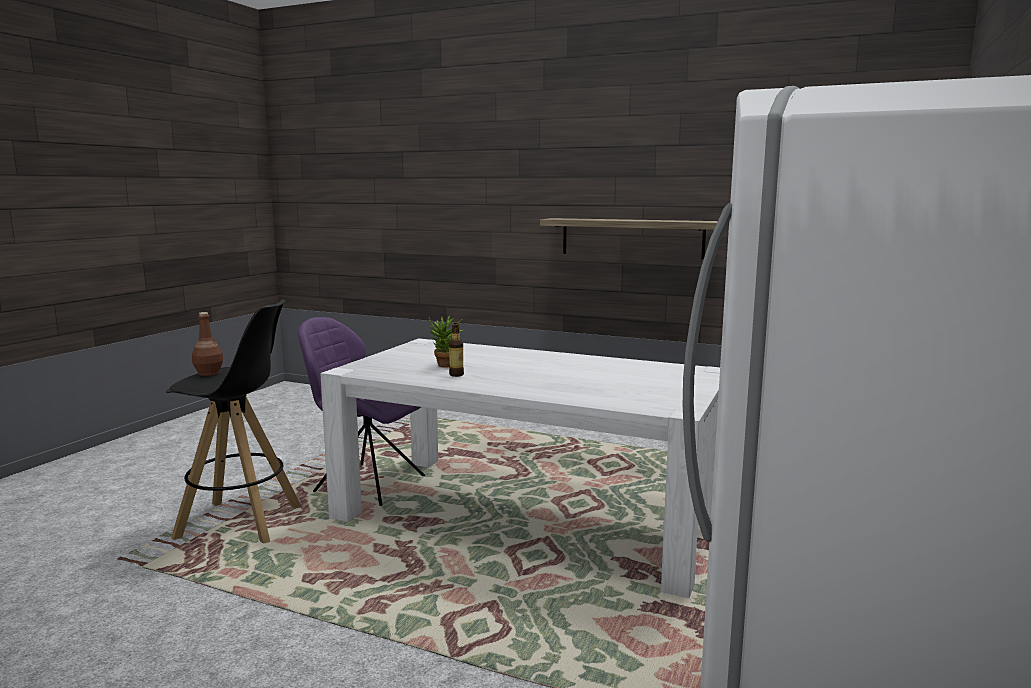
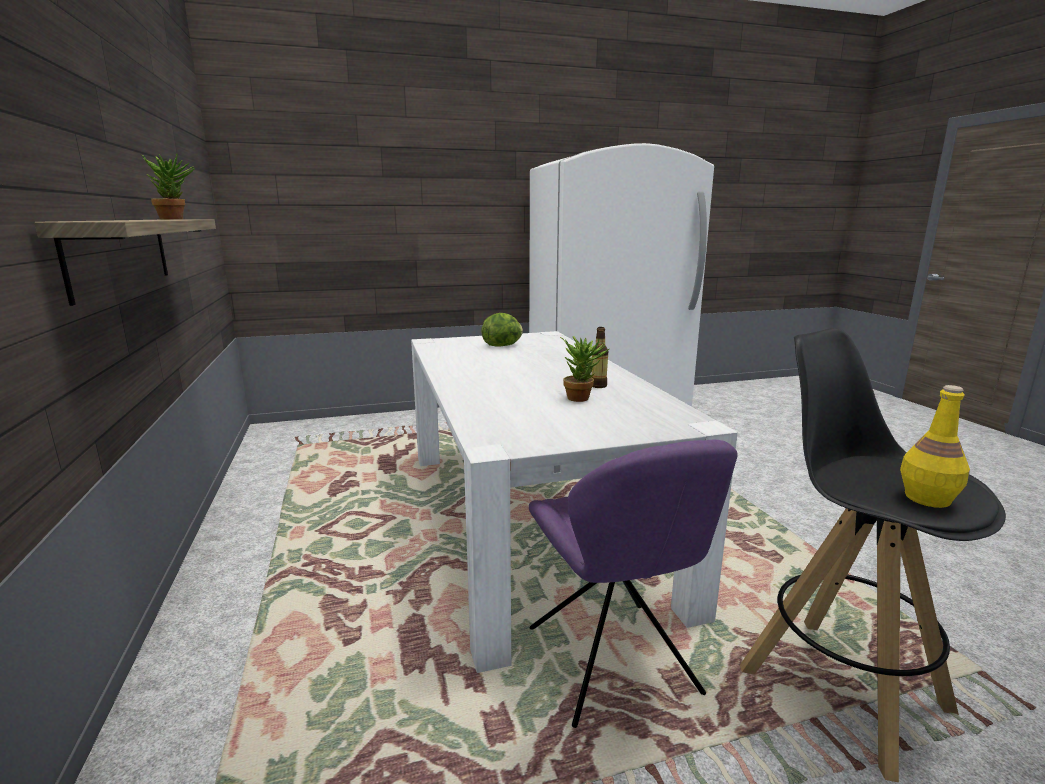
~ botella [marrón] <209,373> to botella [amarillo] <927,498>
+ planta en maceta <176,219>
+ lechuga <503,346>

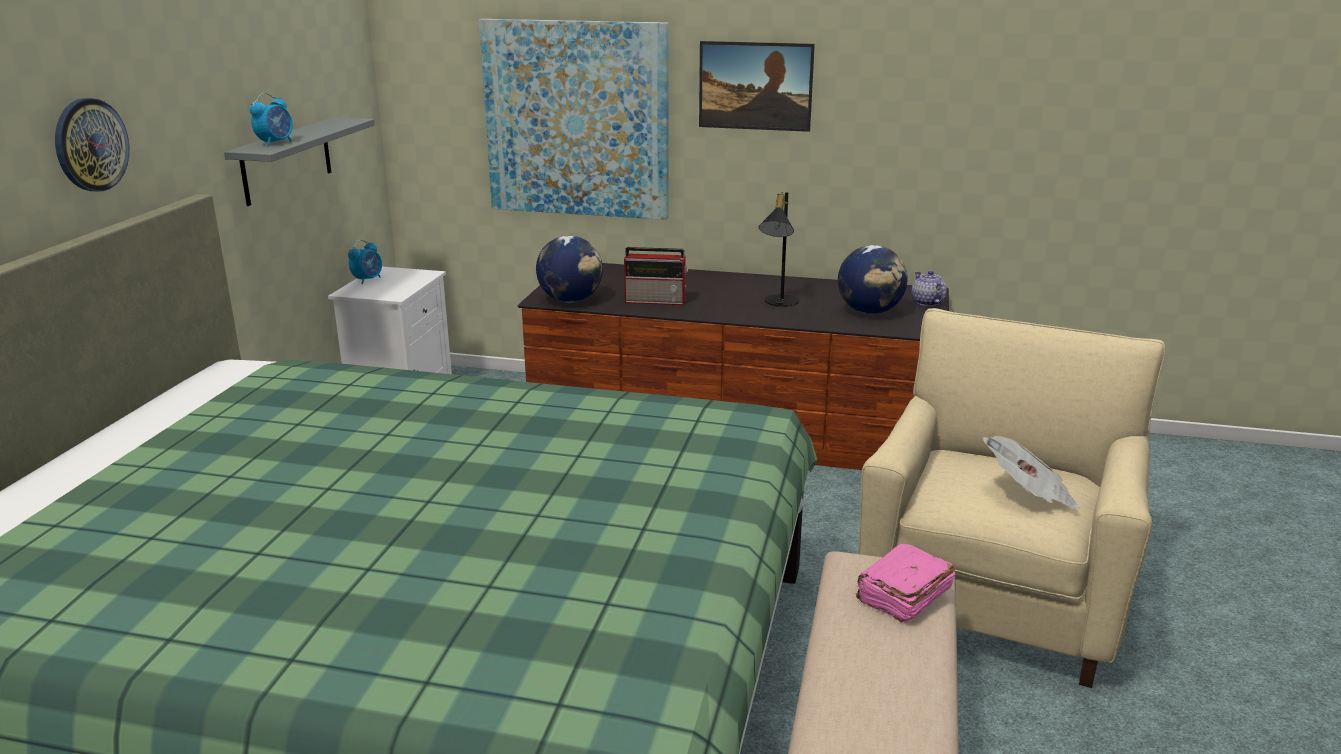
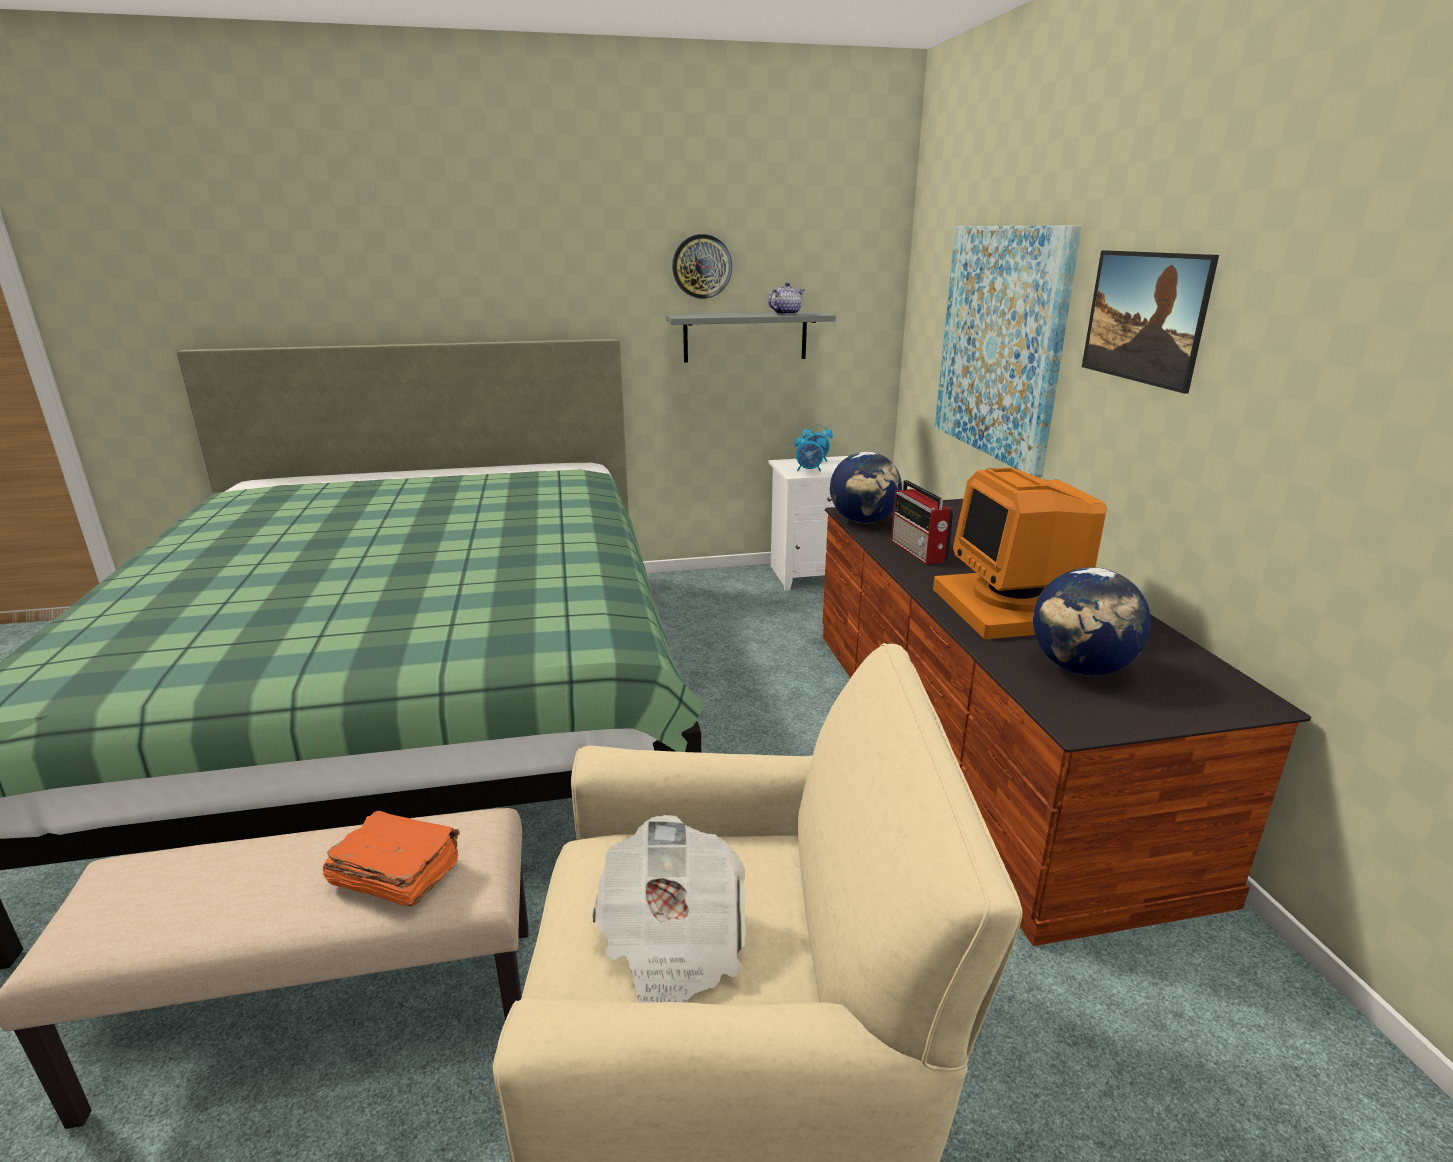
~ despertador <275,143> to <809,470>
~ reloj de pared <90,145> to <701,266>
~ lámpara de mesa [negro] <778,302> to monitor <1015,607>
~ tetera <927,302> to <786,313>
~ libro [rosa] <902,596> to libro [naranja] <396,874>

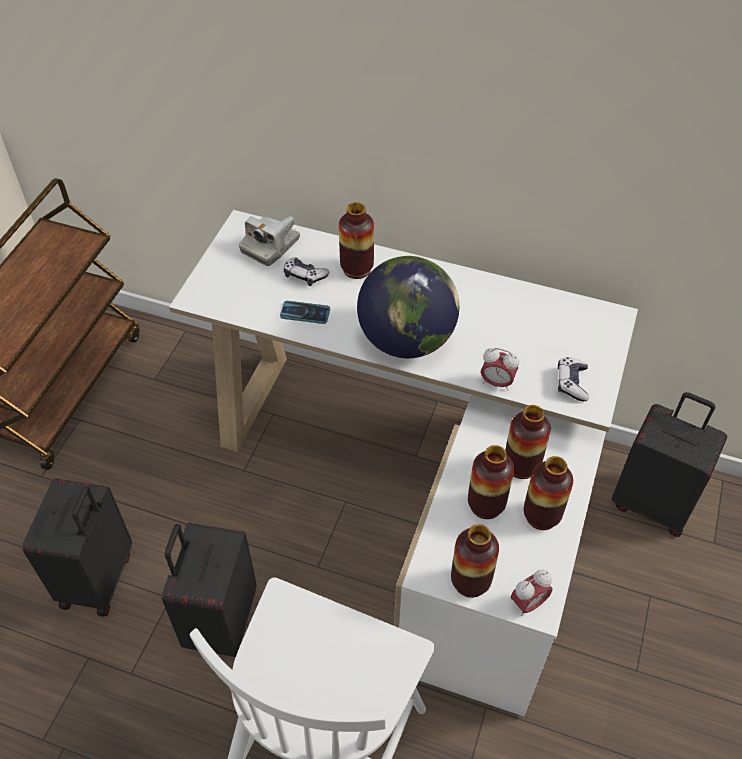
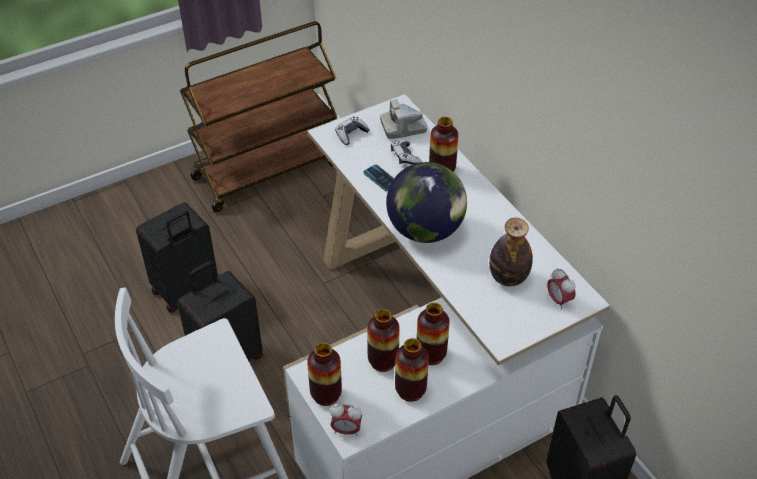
~ despertador <496,382> to <558,300>
~ mando de consola <571,383> to <351,134>
+ botella <508,278>

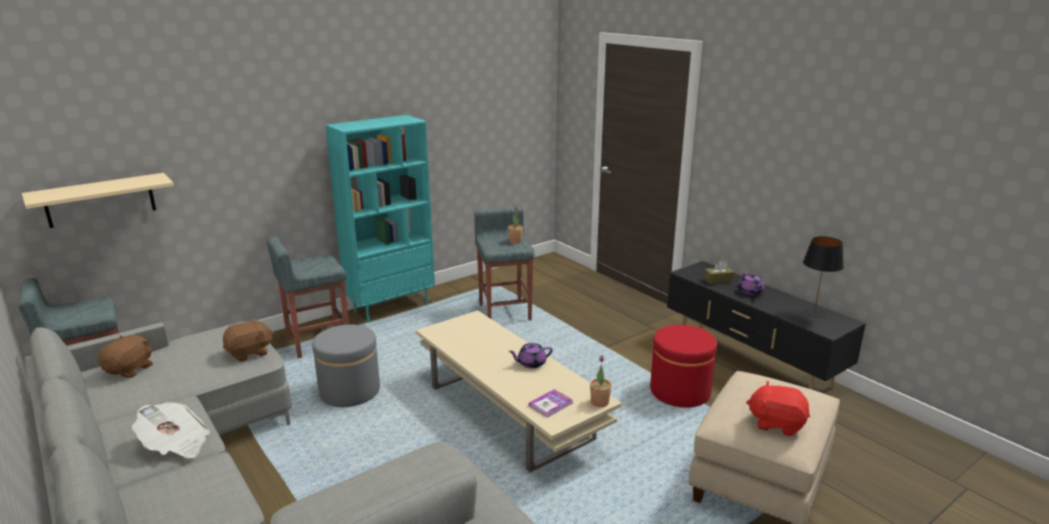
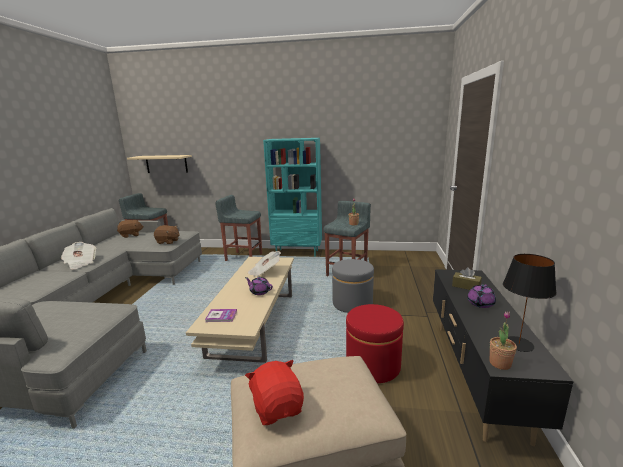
~ puf [gris] <350,391> to <352,303>
~ planta en maceta <599,402> to <500,363>
+ periódico <264,272>

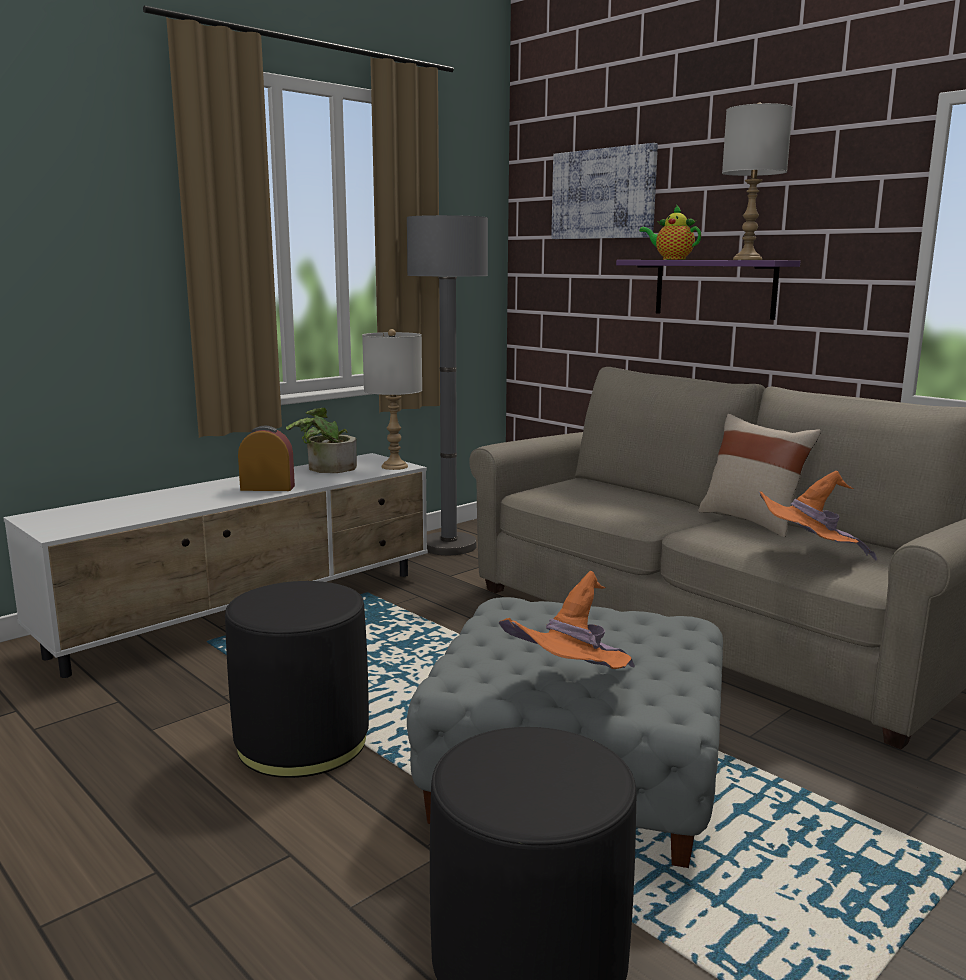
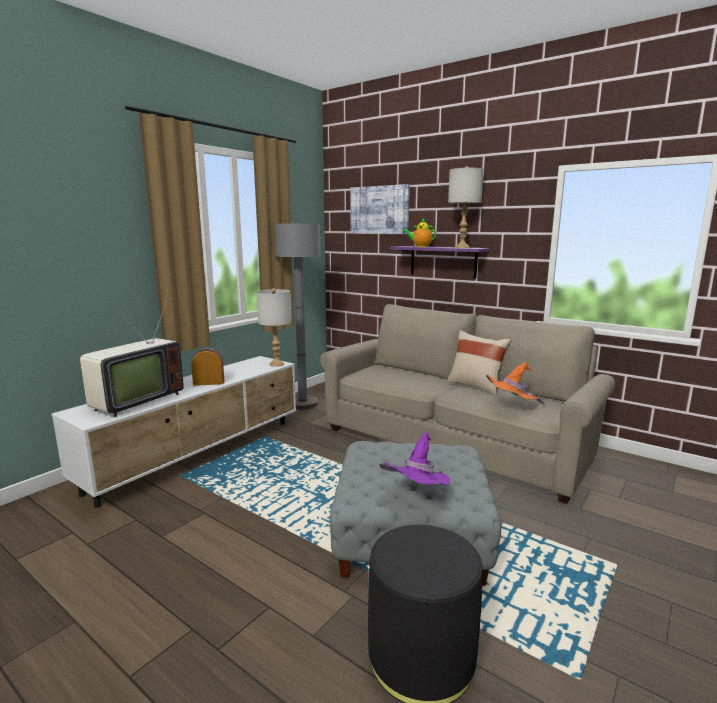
- planta en maceta <325,468>
~ sombrero [naranja] <570,691> to sombrero [morado] <417,497>
- puf [negro] <302,741>
+ televisor <134,402>

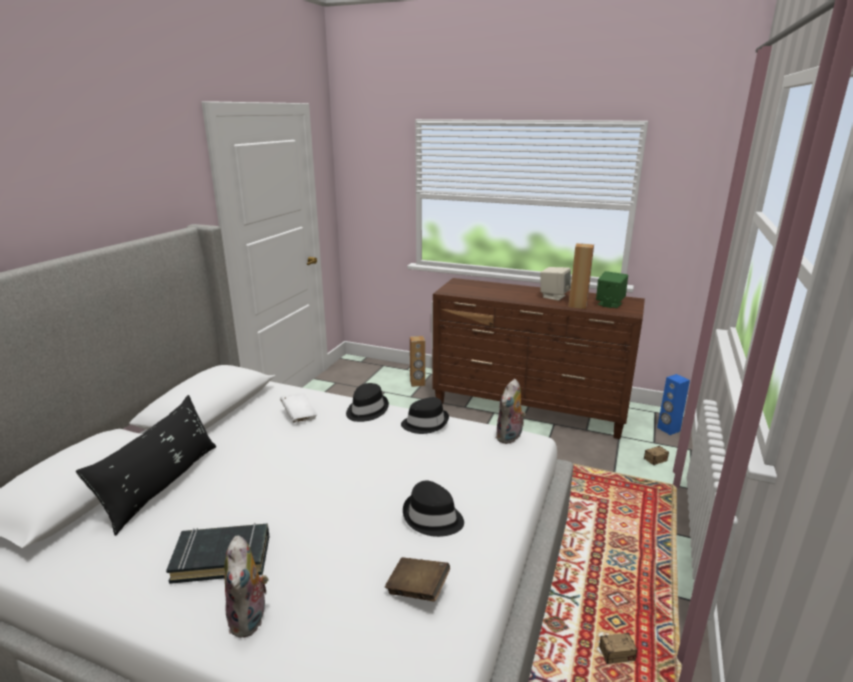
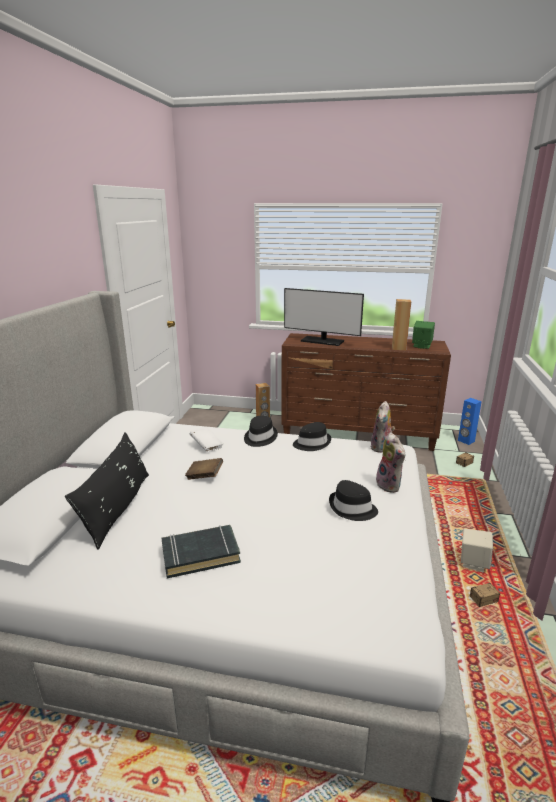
~ altavoz [beis] <553,296> to <473,563>
~ peluche <250,619> to <390,485>
~ libro [marrón] <417,590> to <204,476>
+ monitor <322,341>

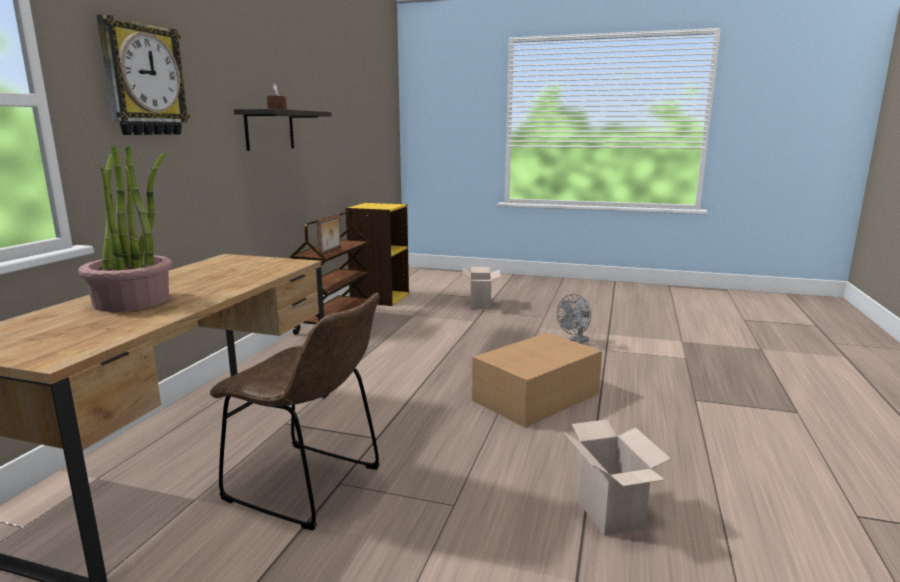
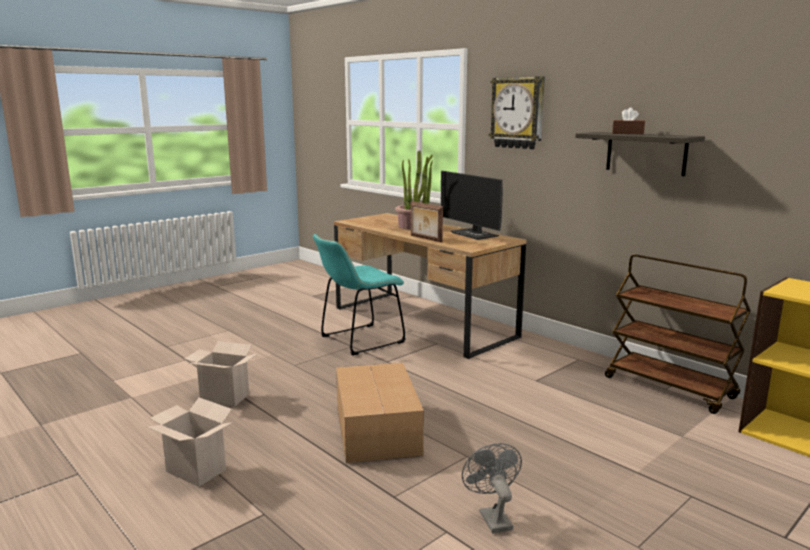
~ portarretratos <330,252> to <425,239>
~ caja de cartón <481,305> to <193,471>
~ silla [marrón] <310,486> to silla [turquesa] <358,340>
+ monitor <475,235>

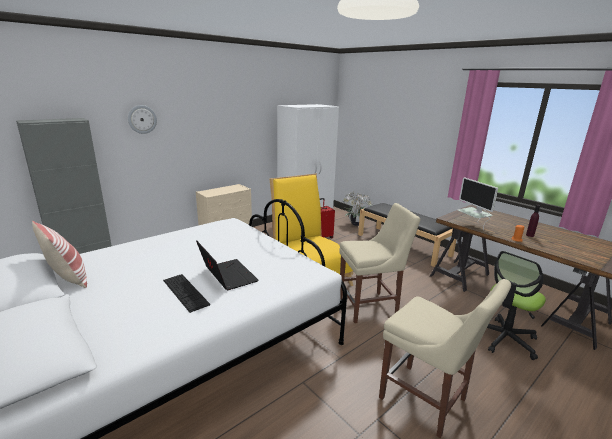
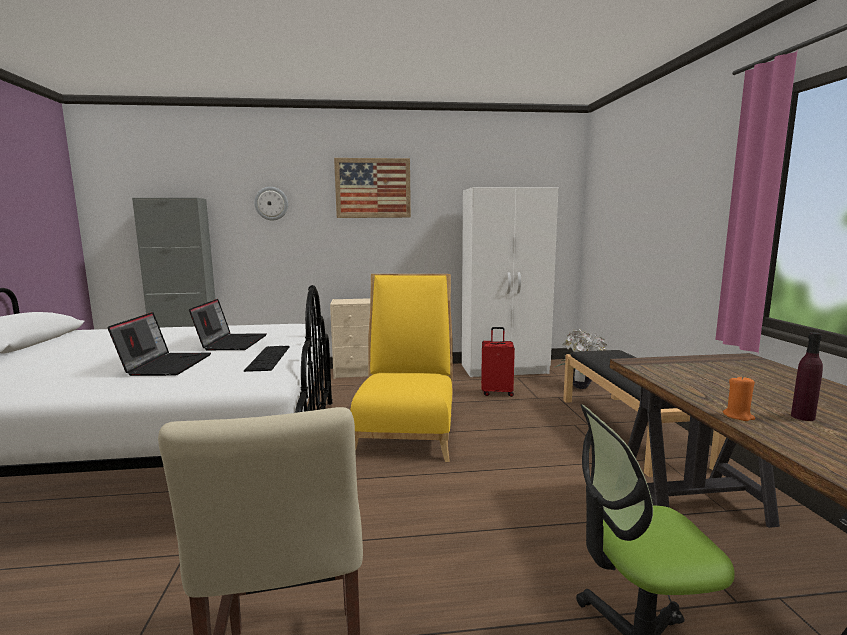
- monitor <472,226>
- silla [beis] <370,306>
- cojín <68,278>
~ teclado <185,292> to <268,358>
+ cuadro <373,188>
+ portátil <231,342>

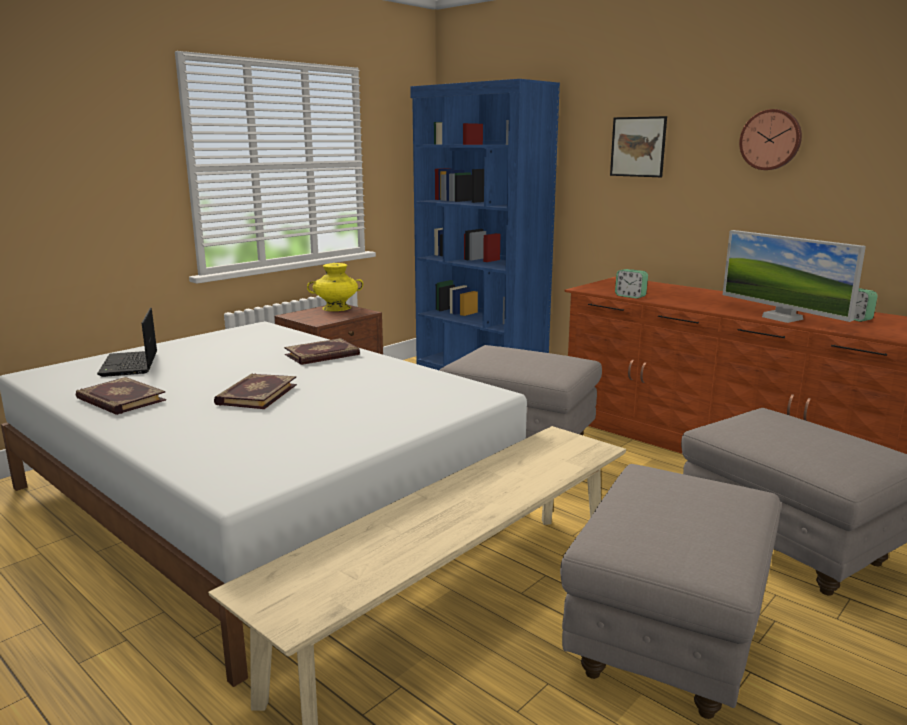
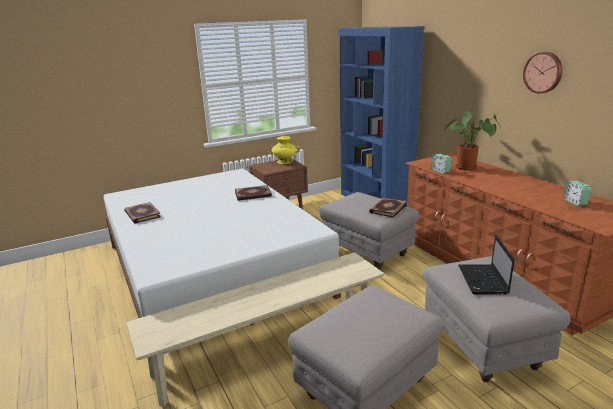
- cuadro <638,147>
- monitor <782,318>
~ portátil <130,365> to <483,280>
~ libro <256,394> to <387,209>
+ planta en maceta <468,168>

